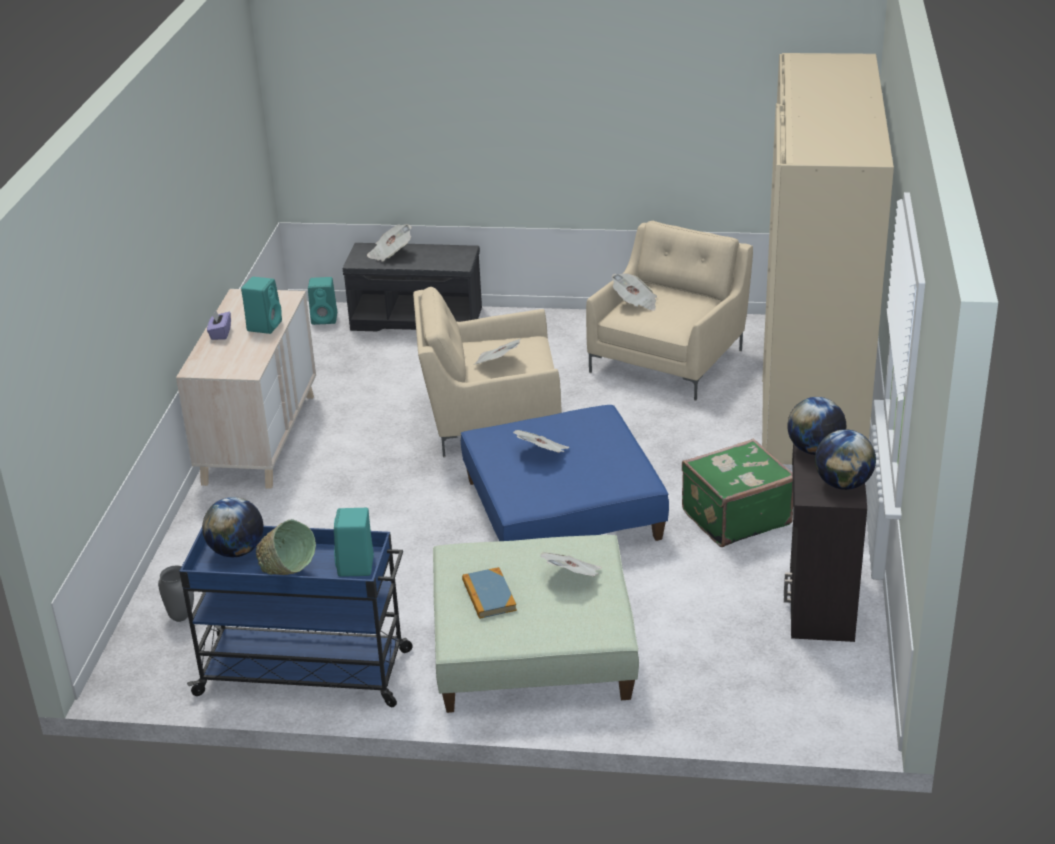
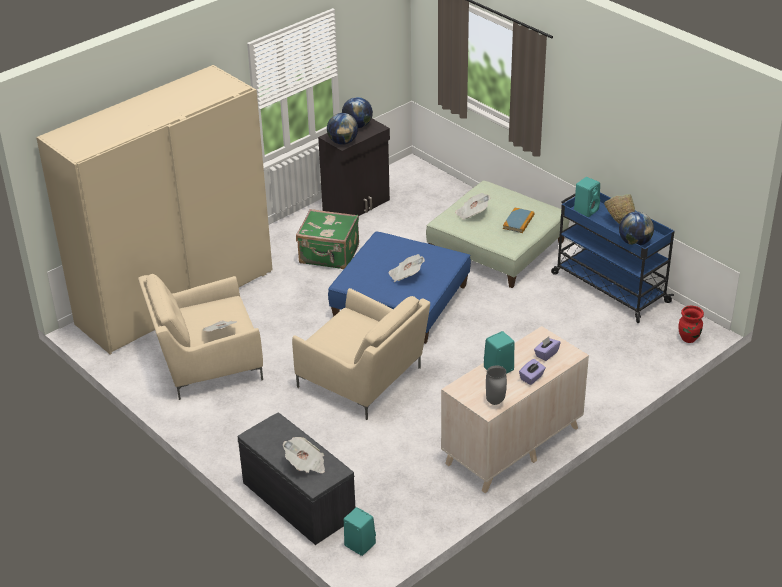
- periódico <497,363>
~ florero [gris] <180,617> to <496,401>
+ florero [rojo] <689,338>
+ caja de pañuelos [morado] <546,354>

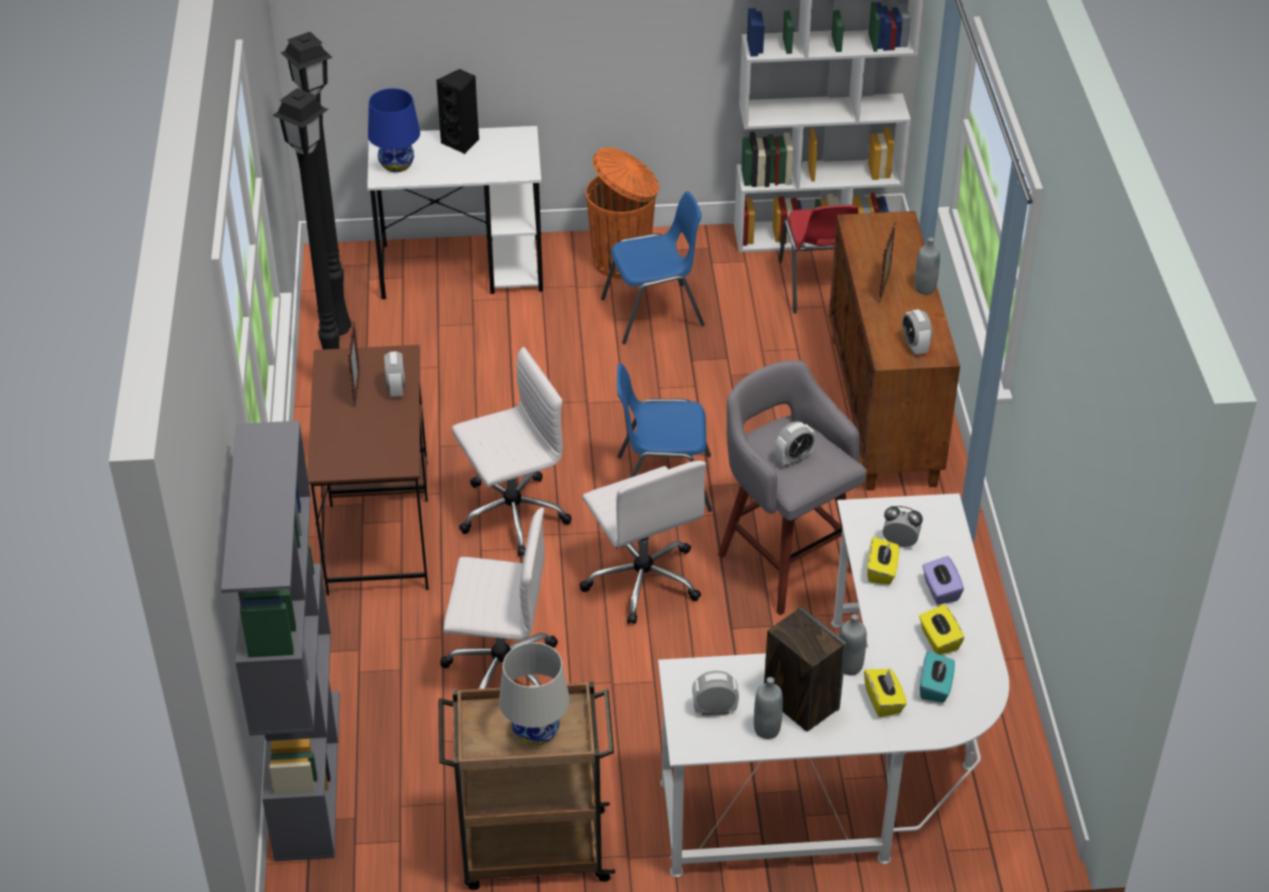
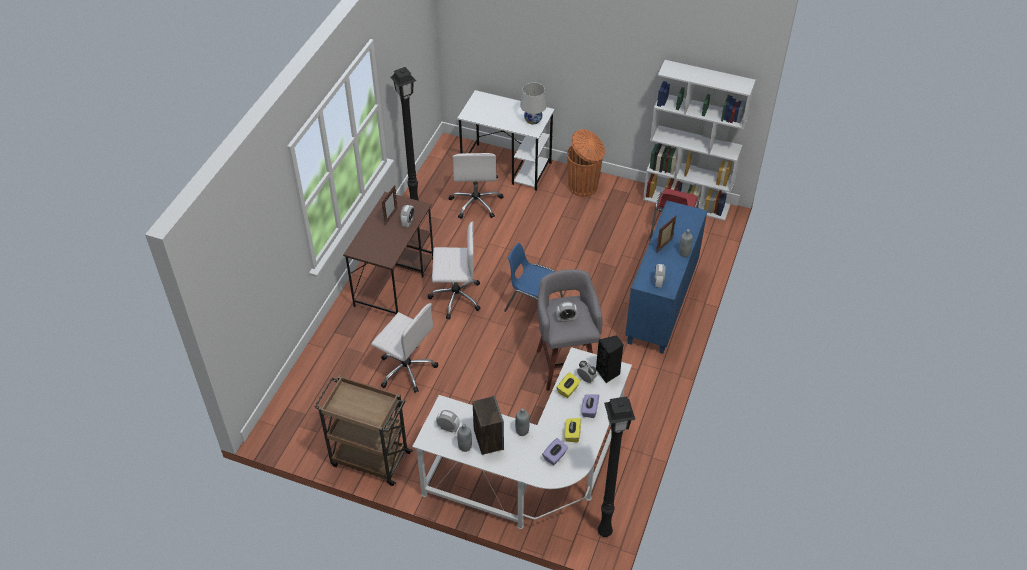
~ lámpara de pie [negro] <342,329> to <606,532>
~ altavoz [negro] <462,142> to <608,373>
- lámpara de mesa [azul] <397,164>
- silla [azul] <655,313>
~ armario [marrón] <884,411> to armario [azul] <662,306>
- estantería [gris] <306,773>
~ silla de oficina [blanco] <642,579> to <476,203>
~ lámpara de mesa [blanco] <536,731> to <533,120>
~ caja de pañuelos [turquesa] <935,687> to caja de pañuelos [morado] <555,456>
- caja de pañuelos [amarillo] <884,701>

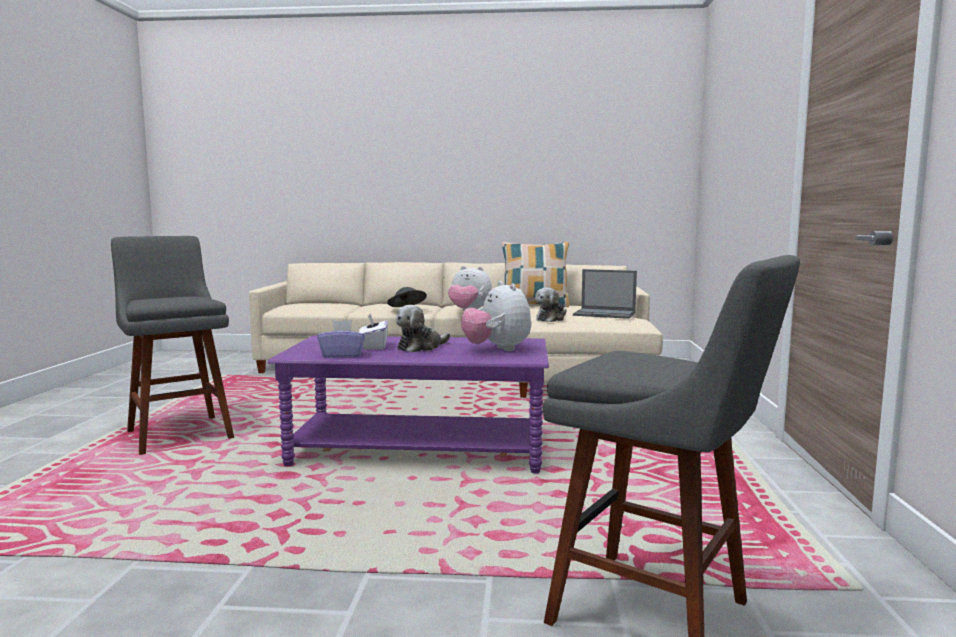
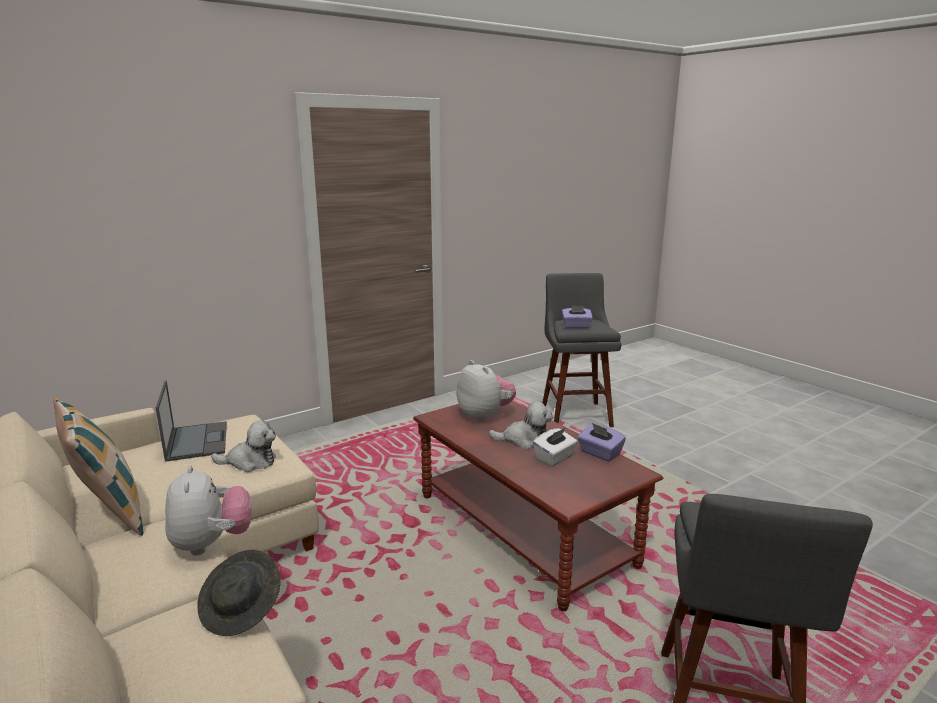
~ peluche <497,349> = <485,415> 60 degrees counterclockwise
~ mesa de centro [morado] <419,450> to mesa de centro [marrón] <522,528>
+ caja de pañuelos [morado] <576,326>

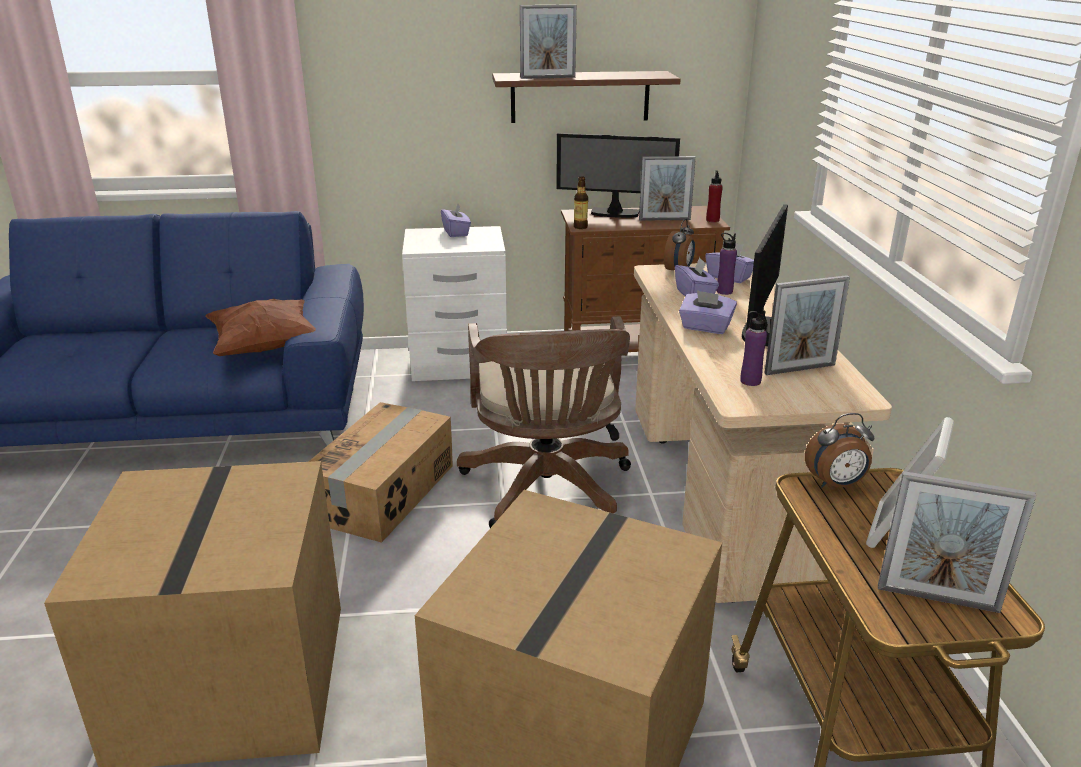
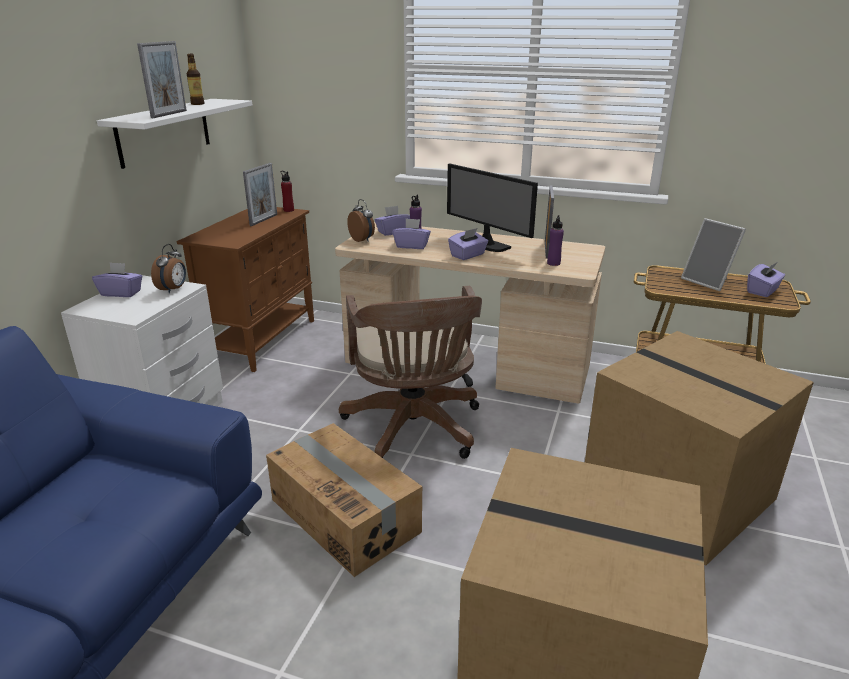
~ estante [marrón] <580,97> to estante [blanco] <164,132>
- monitor <614,214>
~ botella <580,227> to <197,104>
- cojín [marrón] <266,348>
~ silla de oficina [marrón] <547,492> = <414,431> 60 degrees clockwise
~ despertador <836,484> to <173,289>
~ portarretratos <937,599> to caja de pañuelos [morado] <763,291>

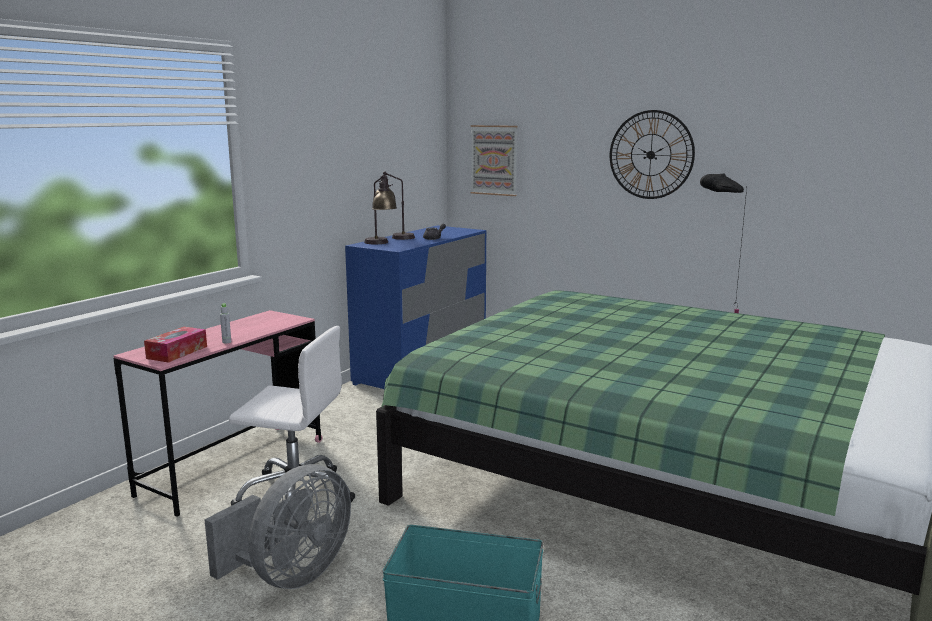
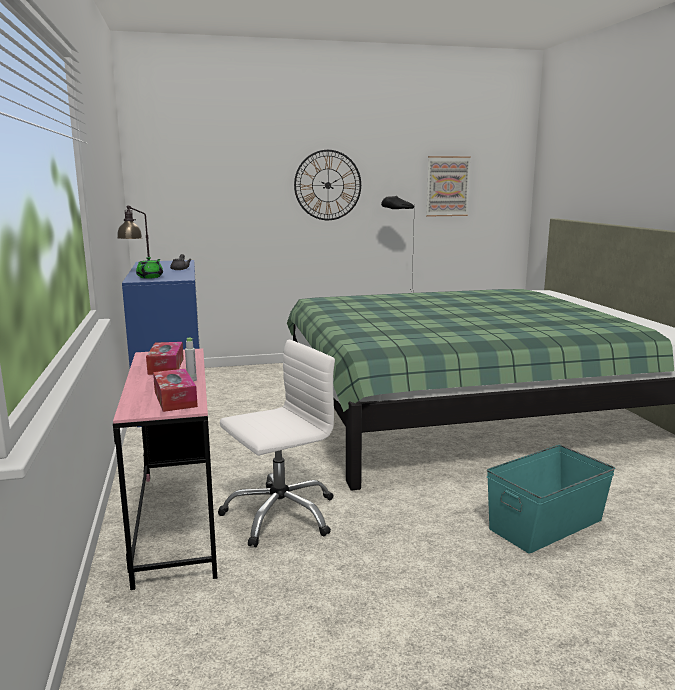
~ cuadro <494,160> to <447,186>
~ lámpara de mesa <381,243> to tetera [verde] <150,277>
- ventilador [gris] <291,576>
+ caja de pañuelos <166,366>

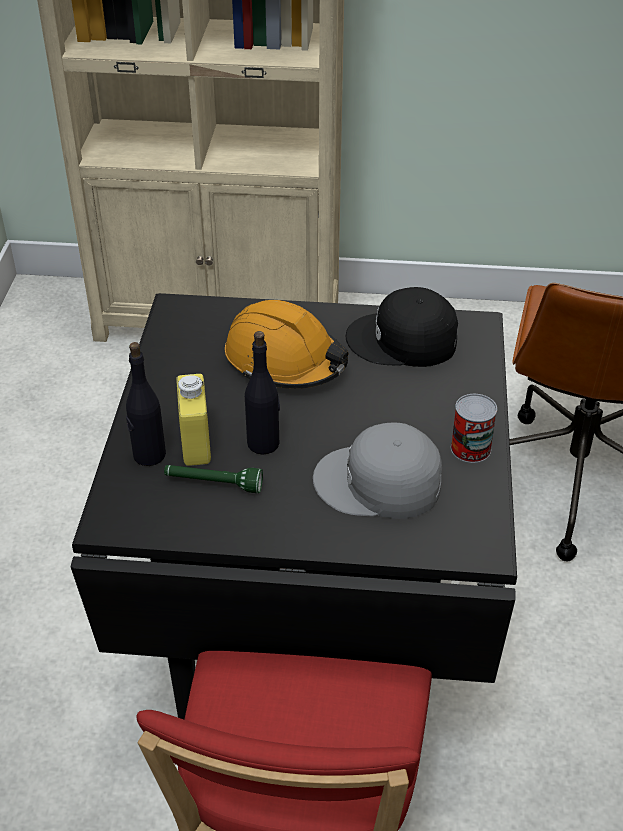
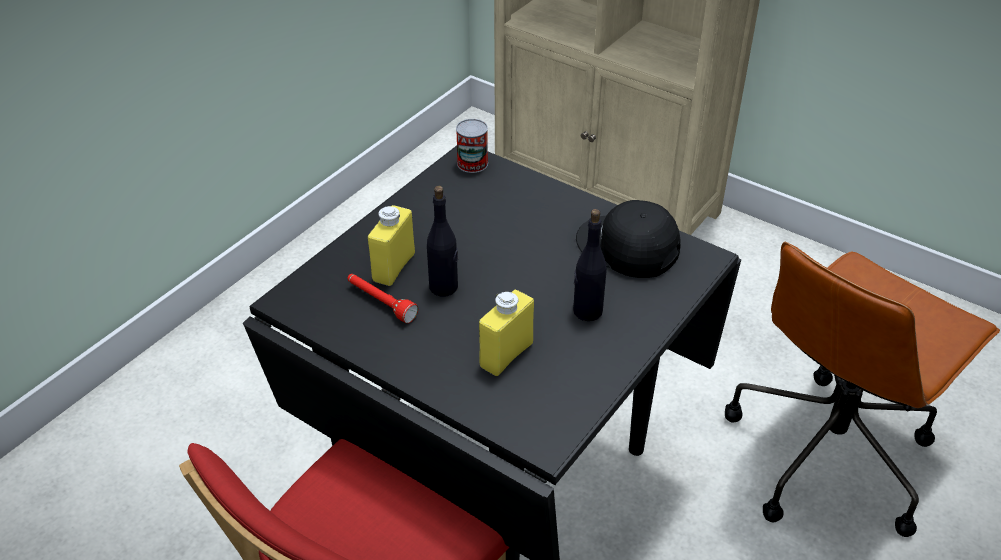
- casco [naranja] <285,361>
~ botella [negro] <148,455> to <587,311>
~ lata <470,449> to <472,163>
~ gorra [gris] <379,483> to botella [amarillo] <506,355>
~ linterna [verde] <213,484> to linterna [rojo] <380,303>

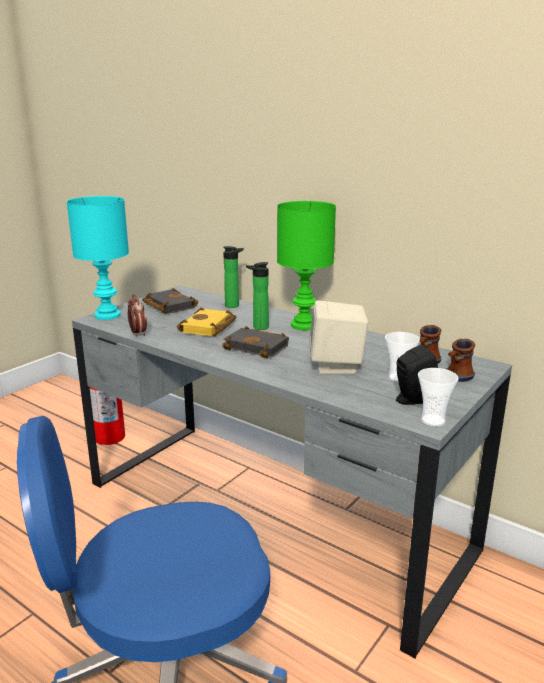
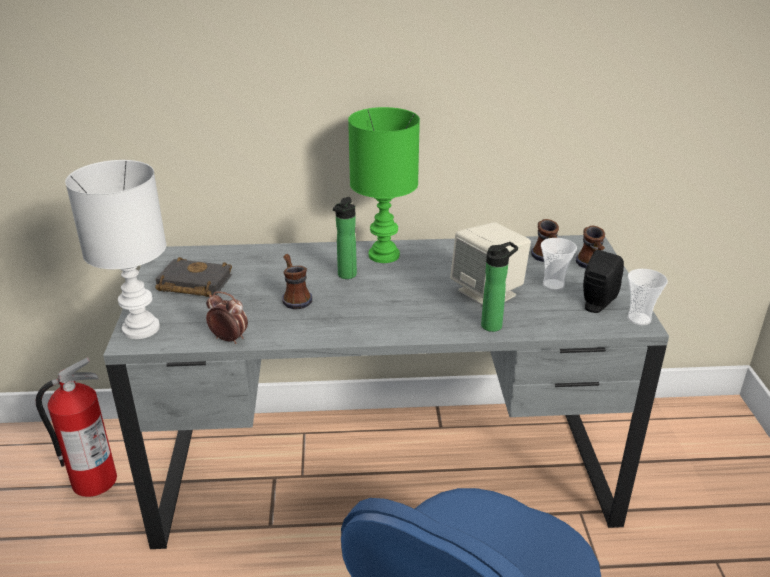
~ lámpara de mesa [turquesa] <107,316> to lámpara de mesa [blanco] <142,329>
~ botella <234,306> to <494,325>
~ libro [amarillo] <209,328> to taza grande <295,297>
- libro [negro] <258,347>

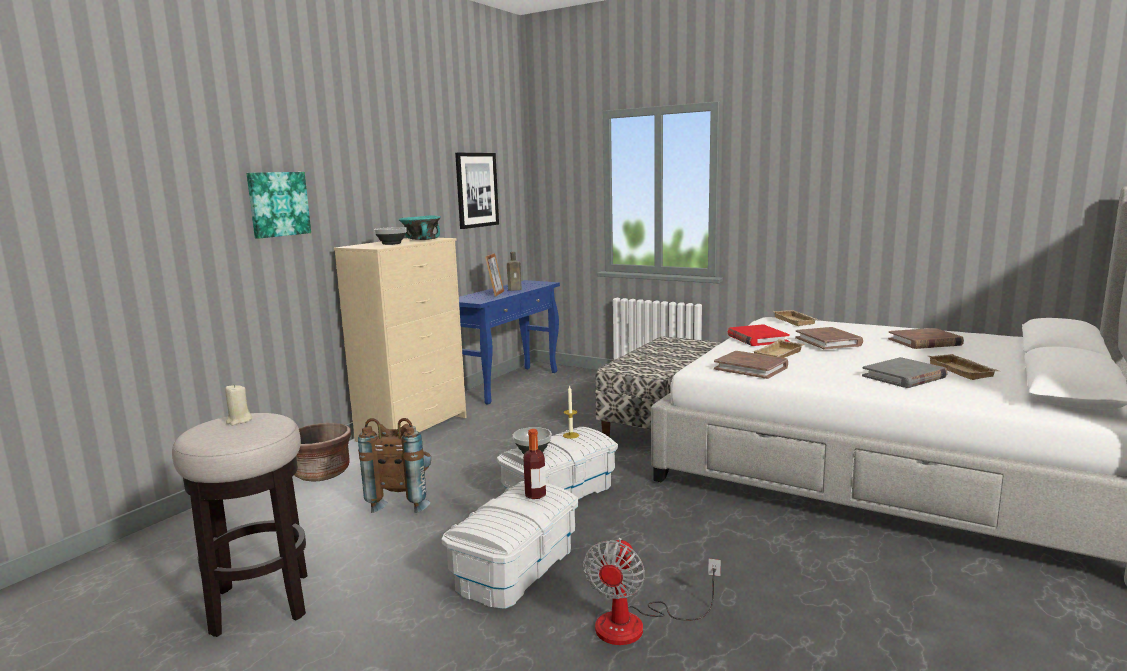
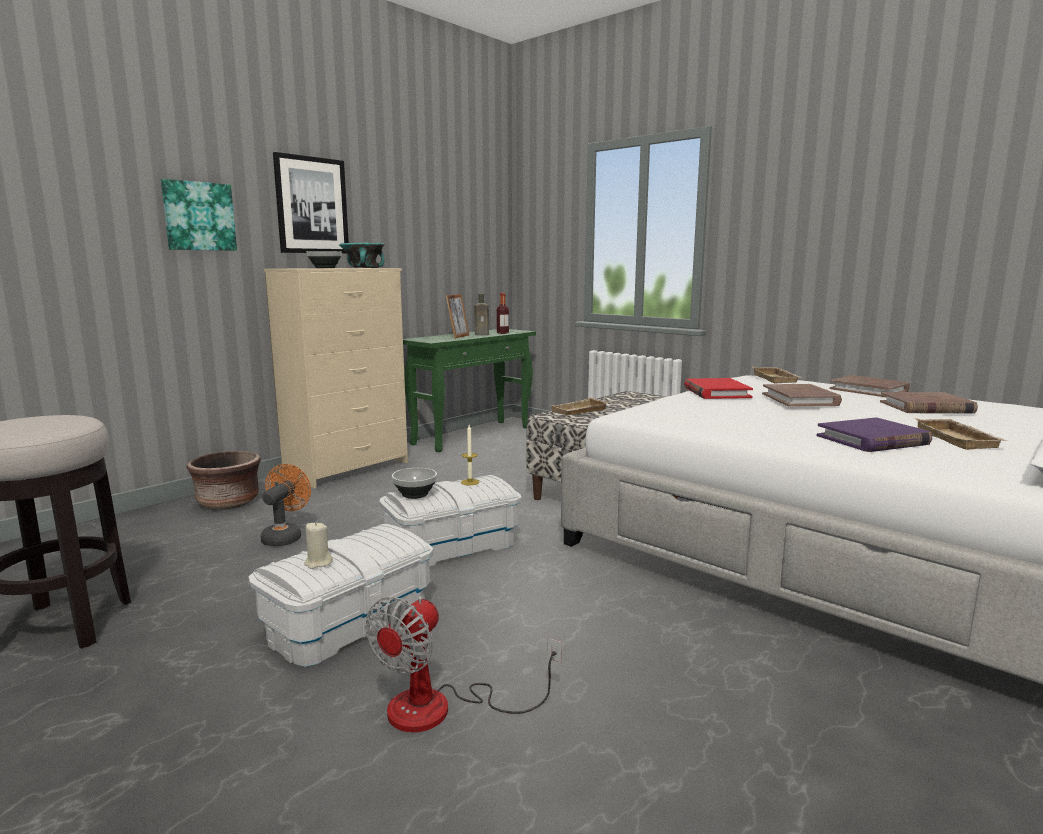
~ cuadro <476,190> to <311,205>
~ mesa consola [azul] <509,384> to mesa consola [verde] <473,435>
~ bandeja [beis] <779,355> to <579,411>
~ libro [marrón] <751,368> to <869,390>
~ libro [gris] <904,377> to libro [morado] <872,440>
~ vela [beis] <239,421> to <318,563>
~ mochila [marrón] <402,500> to ventilador [naranja] <285,536>
~ botella <535,495> to <502,333>

